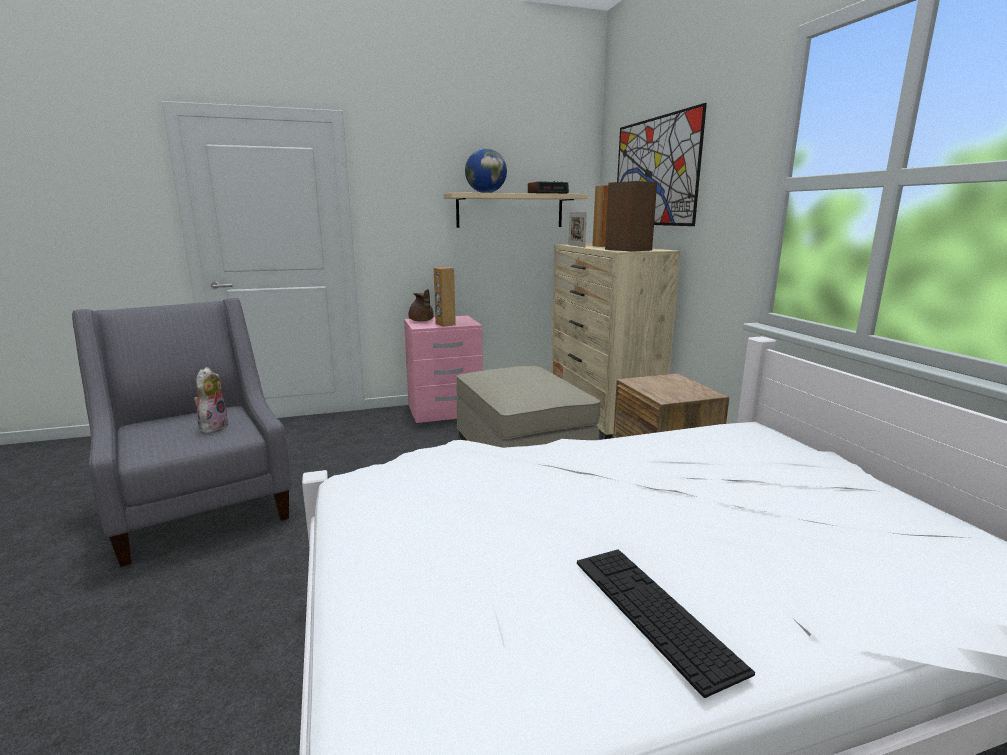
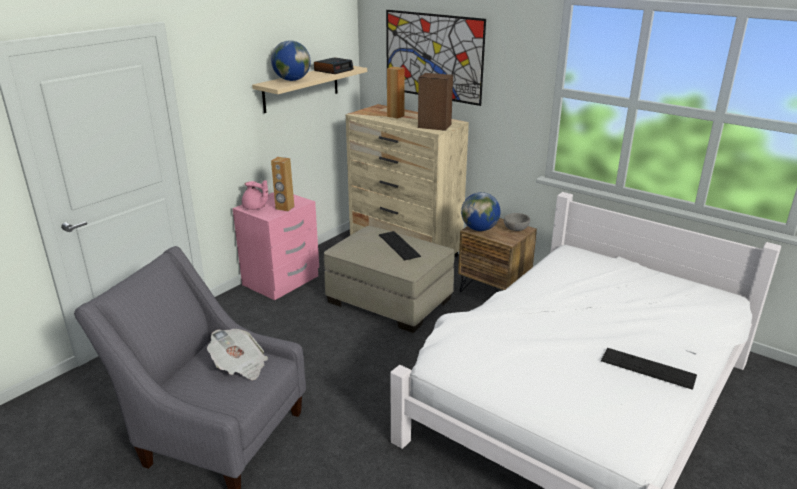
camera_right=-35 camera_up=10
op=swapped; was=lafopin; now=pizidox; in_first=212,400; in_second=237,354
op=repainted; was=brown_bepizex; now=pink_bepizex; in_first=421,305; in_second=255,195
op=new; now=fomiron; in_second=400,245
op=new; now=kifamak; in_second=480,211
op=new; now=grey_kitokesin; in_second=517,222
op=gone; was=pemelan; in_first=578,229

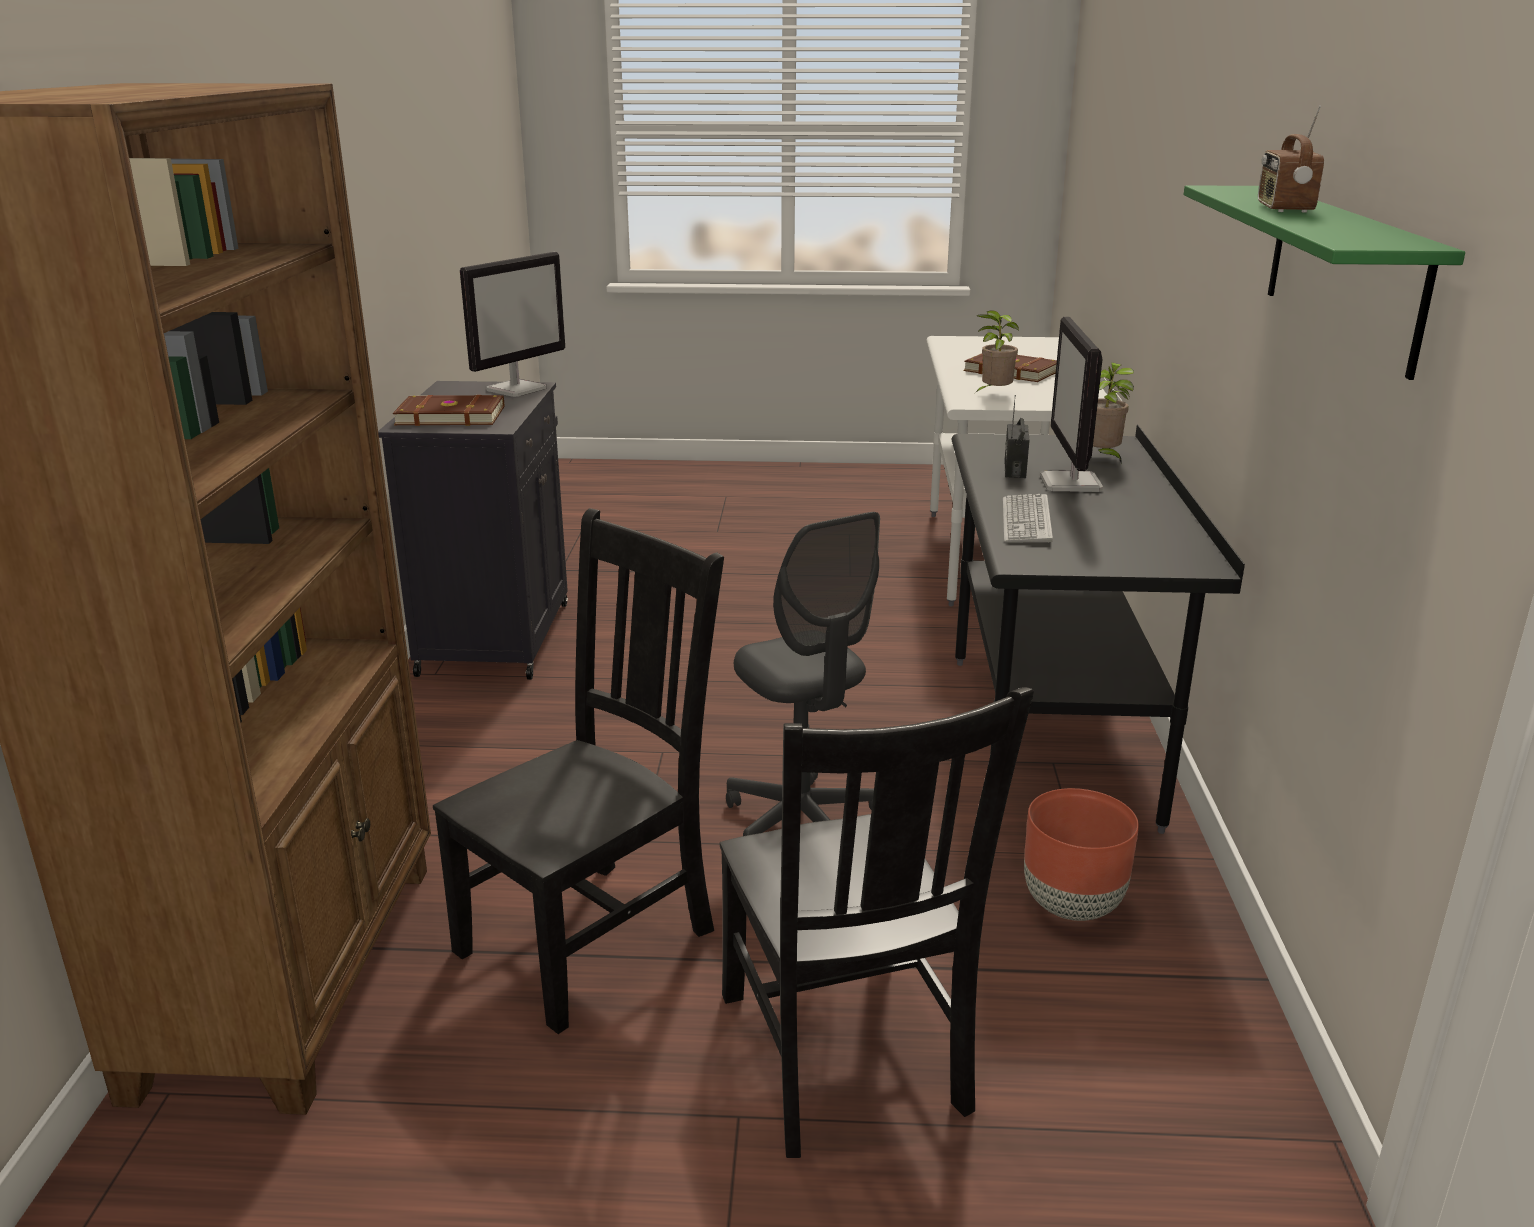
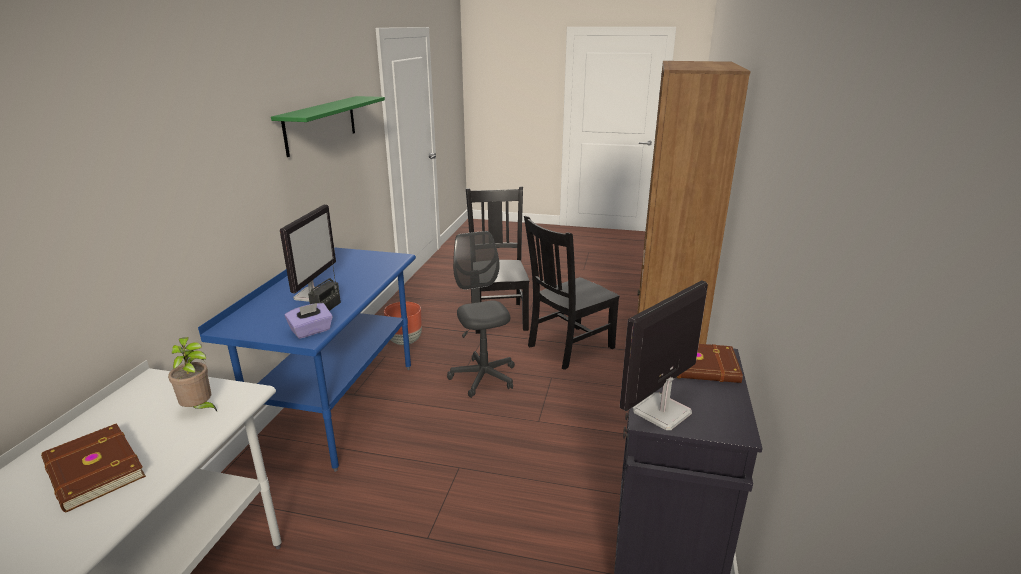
camera_right=-170 camera_up=0
op=repainted; was=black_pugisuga; now=blue_pugisuga; in_first=1098,629; in_second=307,359
op=new; now=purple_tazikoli; in_second=309,321
op=gone; was=fomiron; in_first=1028,518
op=gone; was=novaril; in_first=1113,412
op=gone; was=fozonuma; in_first=1291,159

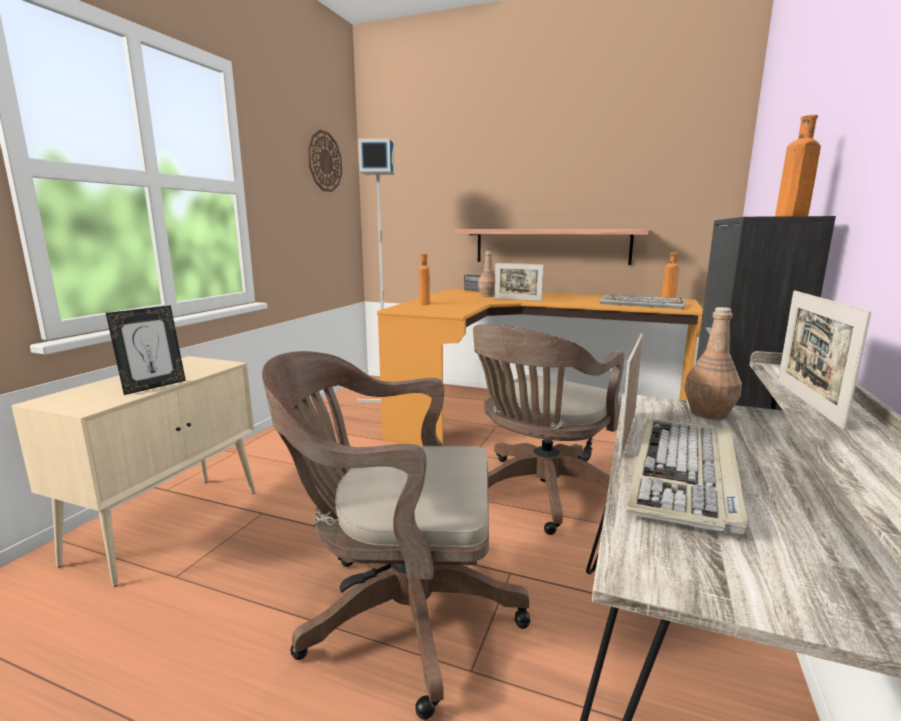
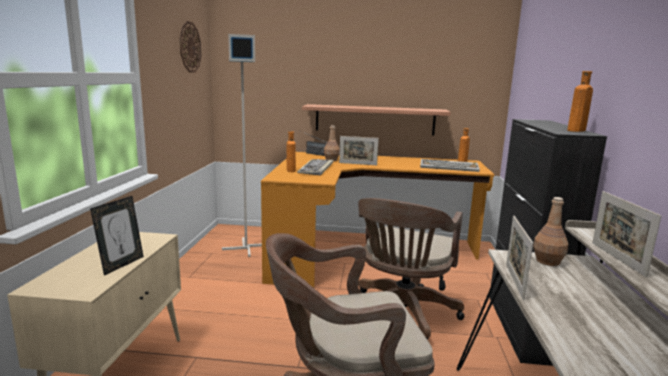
camera_right=-15 camera_up=0
op=shifted; was=fomiron; in_first=687,478; in_second=315,167

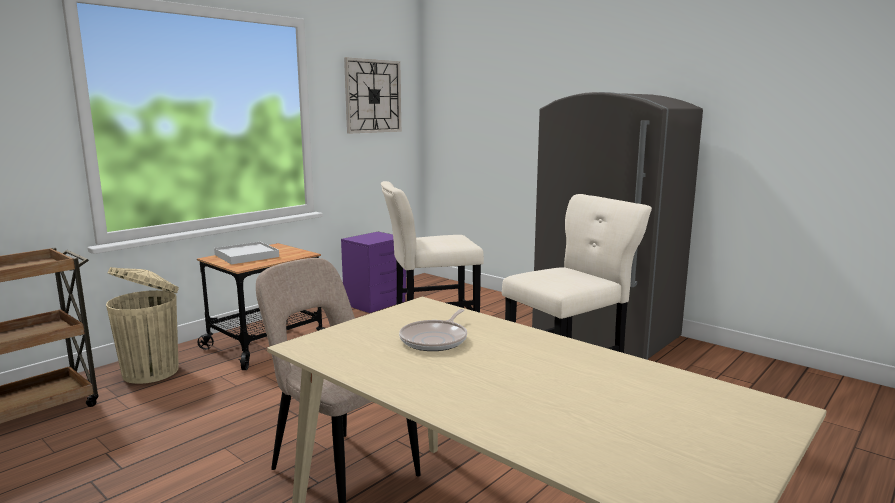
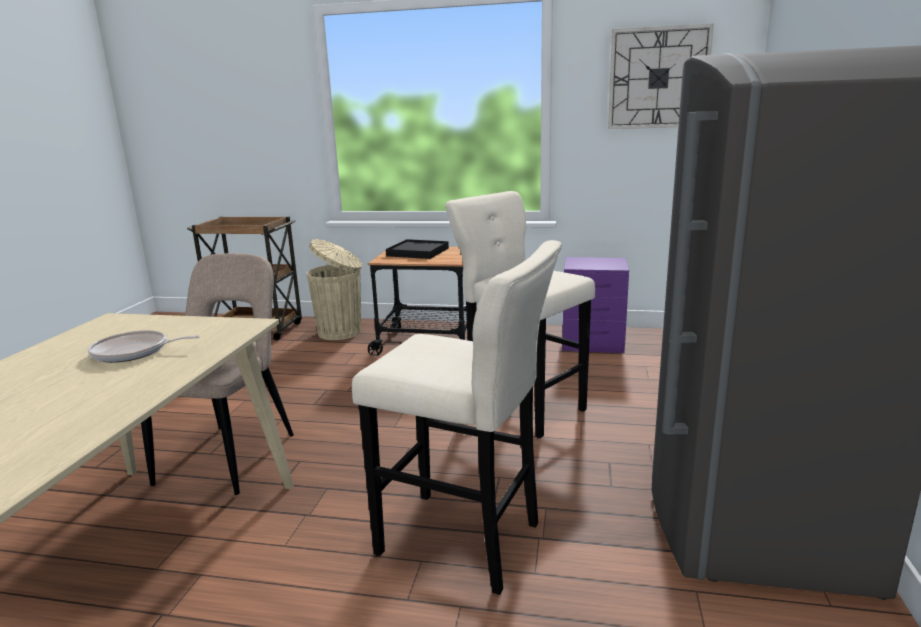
camera_right=60 camera_up=5
op=repainted; was=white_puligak; now=black_puligak; in_first=246,253; in_second=417,249

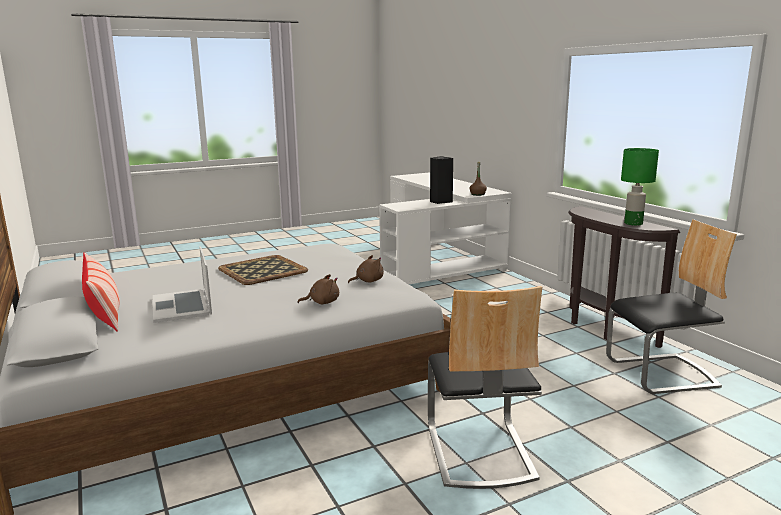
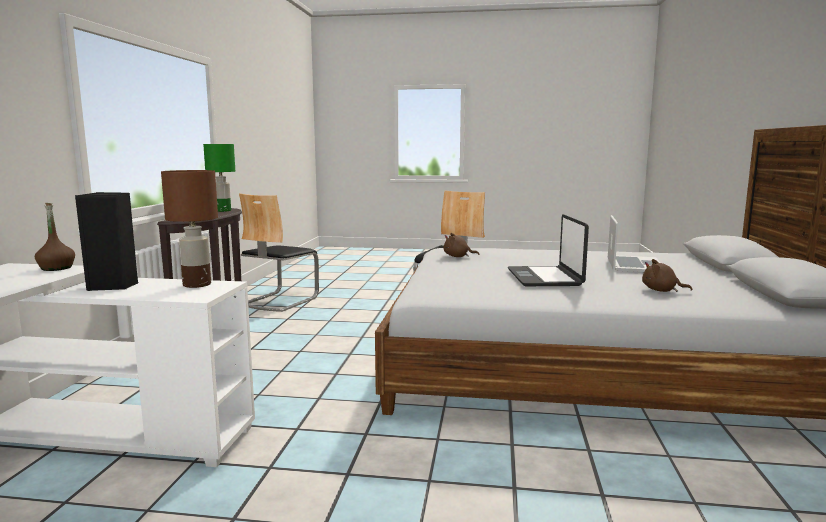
camera_right=-145 camera_up=-5
op=new; now=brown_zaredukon; in_second=189,229
op=rotated; was=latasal; in_first=671,306; in_second=279,252; clockwise=-90
op=swapped; was=puligak; now=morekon; in_first=263,270; in_second=548,250
op=shifted; was=brown_lafopin; in_first=318,289; in_second=667,275
op=gone; was=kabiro; in_first=101,292

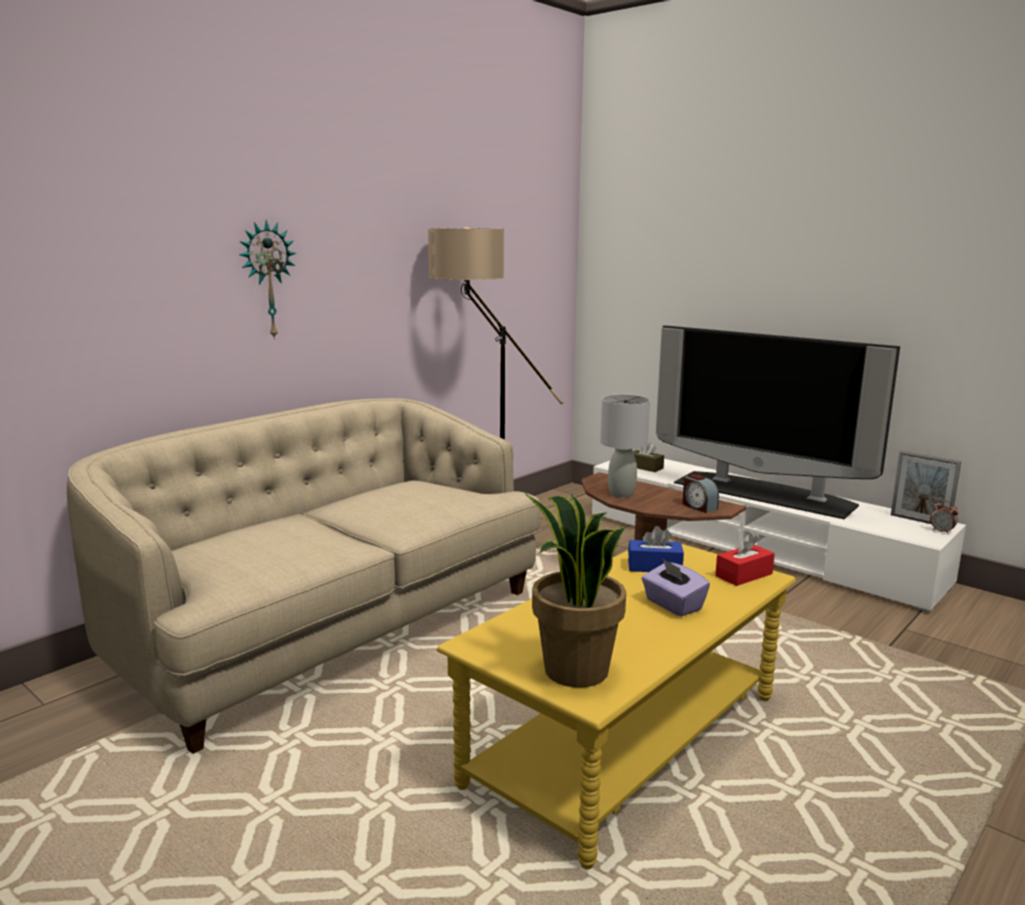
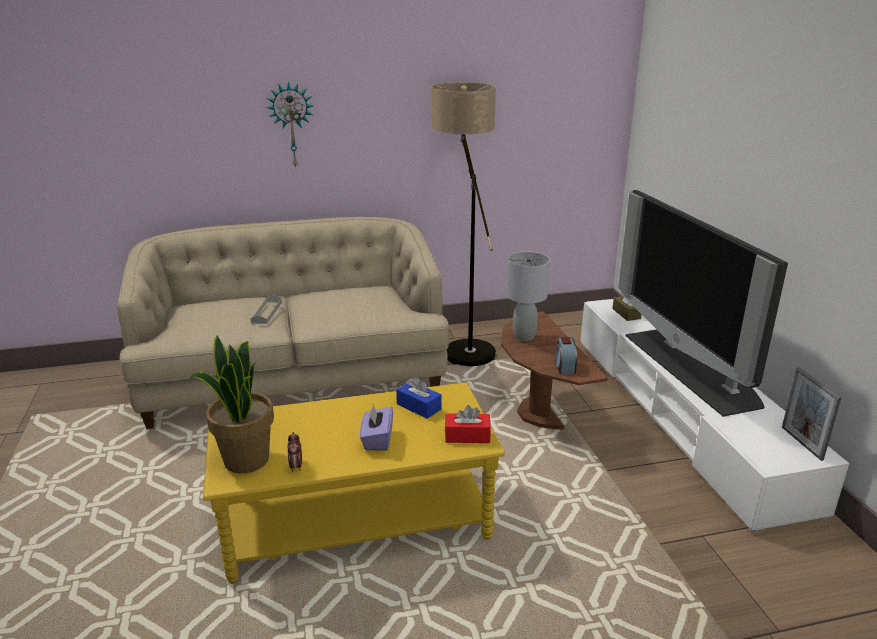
camera_right=35 camera_up=10
op=new; now=grey_puligak; in_second=266,309
op=shifted; was=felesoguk; in_first=944,517; in_second=295,452

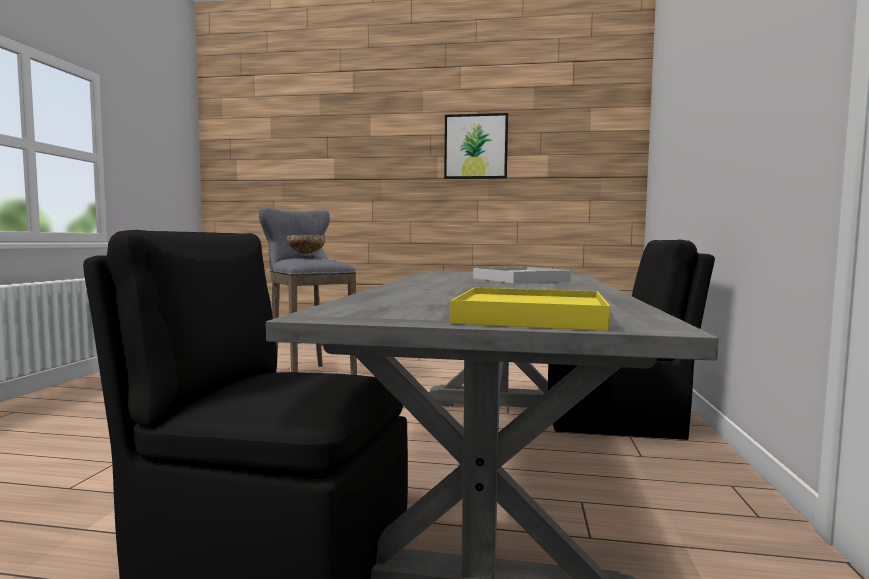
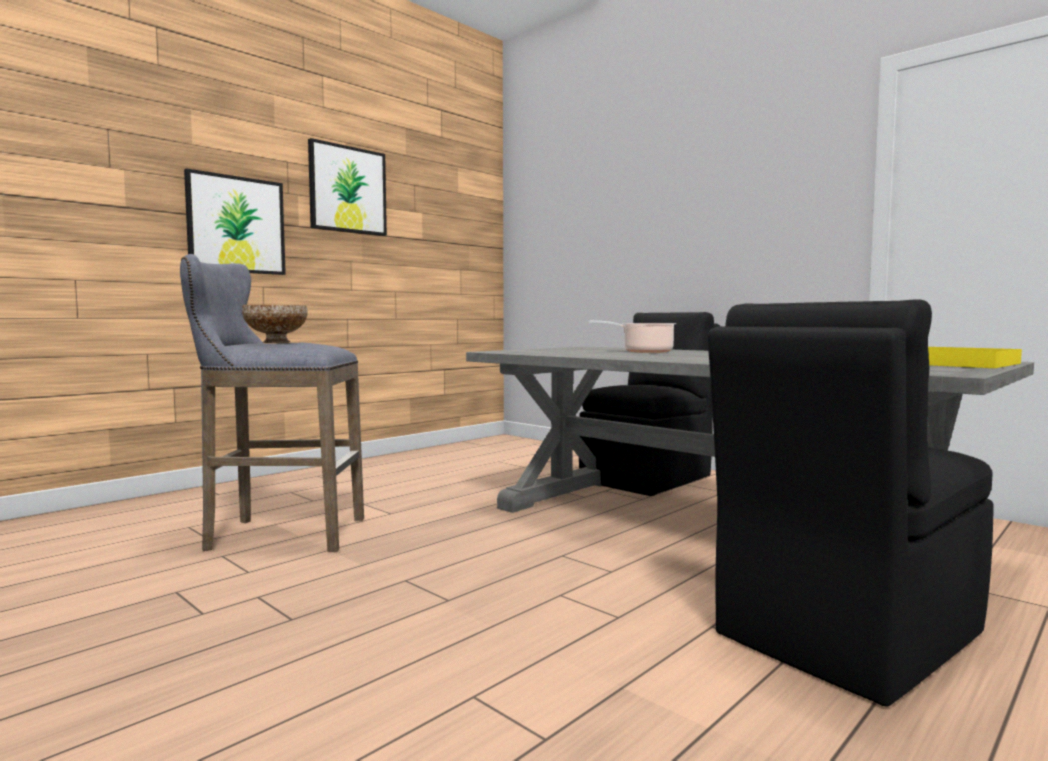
camera_right=-55 camera_up=0
op=new; now=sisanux; in_second=235,221
op=swapped; was=white_puligak; now=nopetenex; in_first=522,275; in_second=632,337

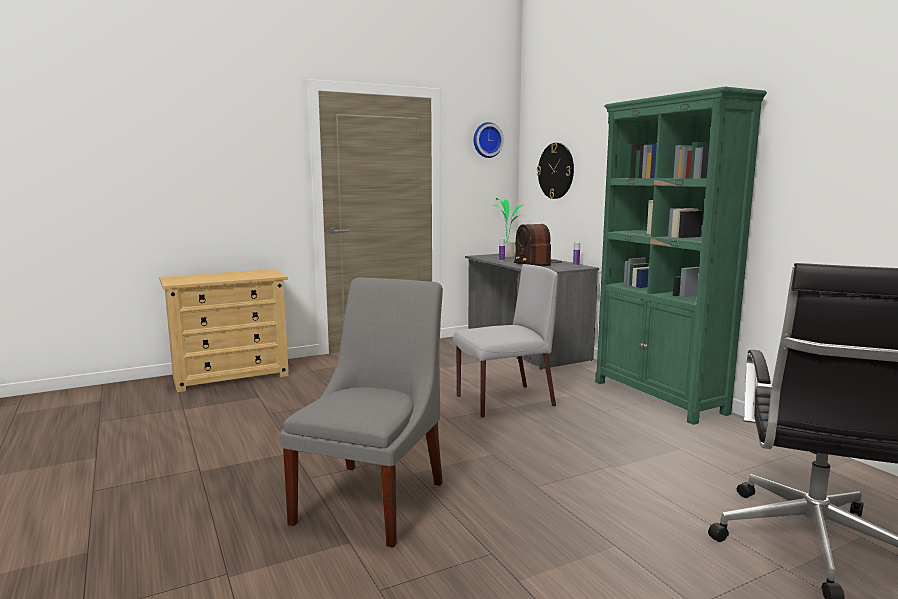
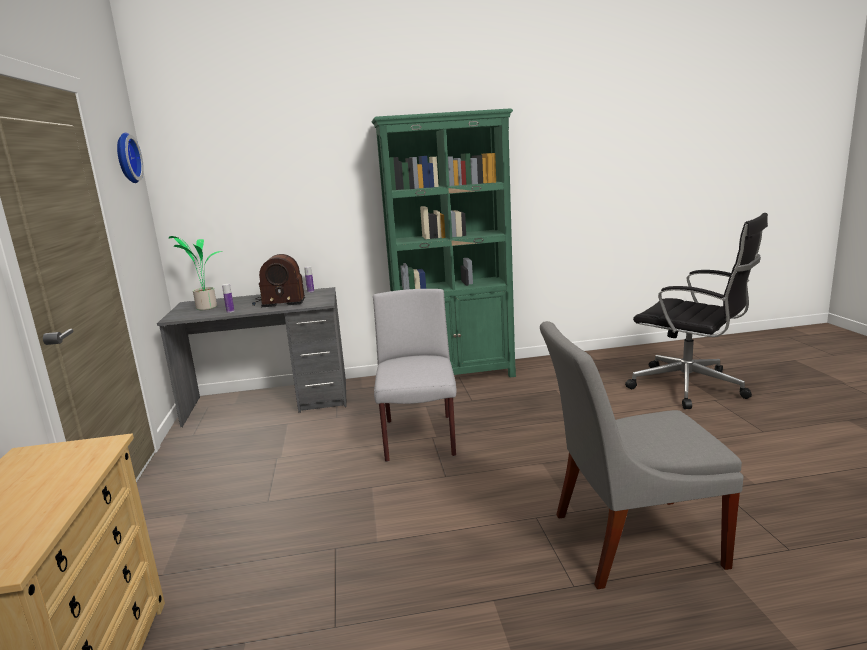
camera_right=-70 camera_up=5
op=rotated; was=grey_latasal; in_first=361,412; in_second=641,455; clockwise=-45
op=gone; was=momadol; in_first=555,171

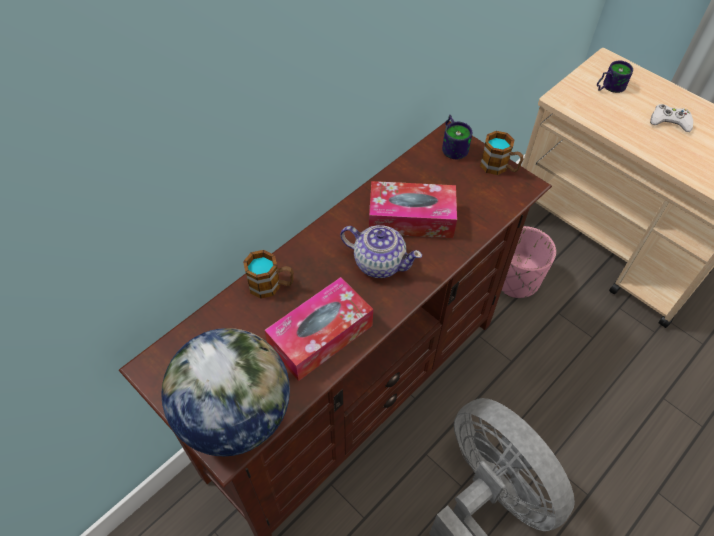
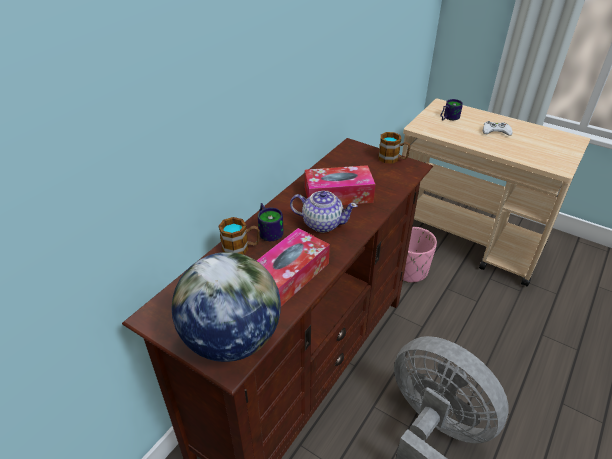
camera_right=-10 camera_up=-15
op=shifted; was=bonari; in_first=457,137; in_second=271,222

